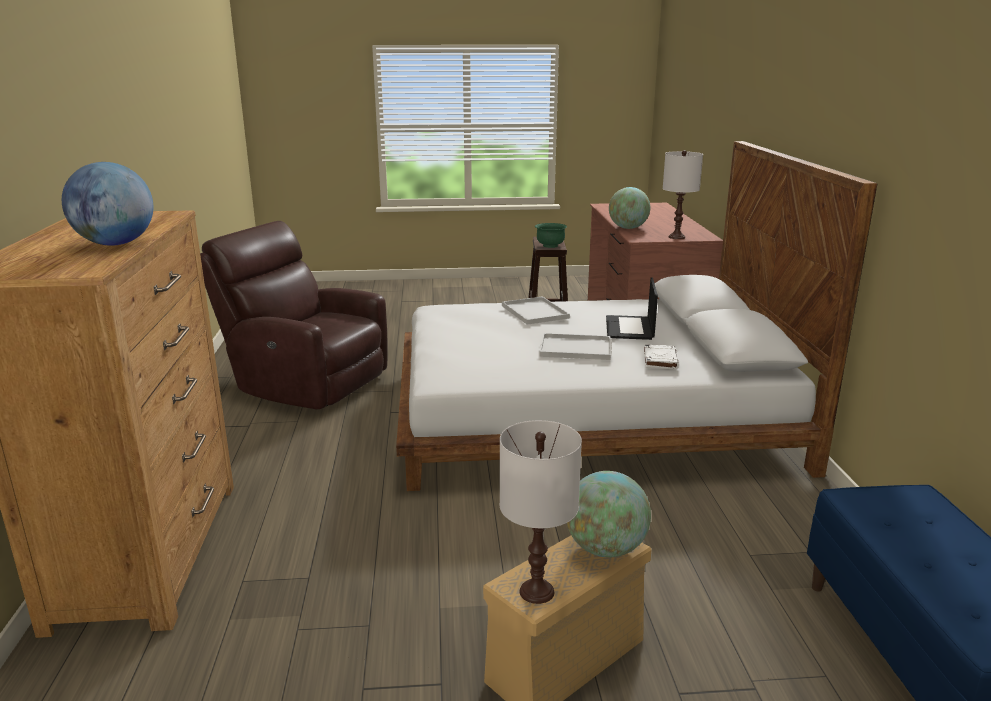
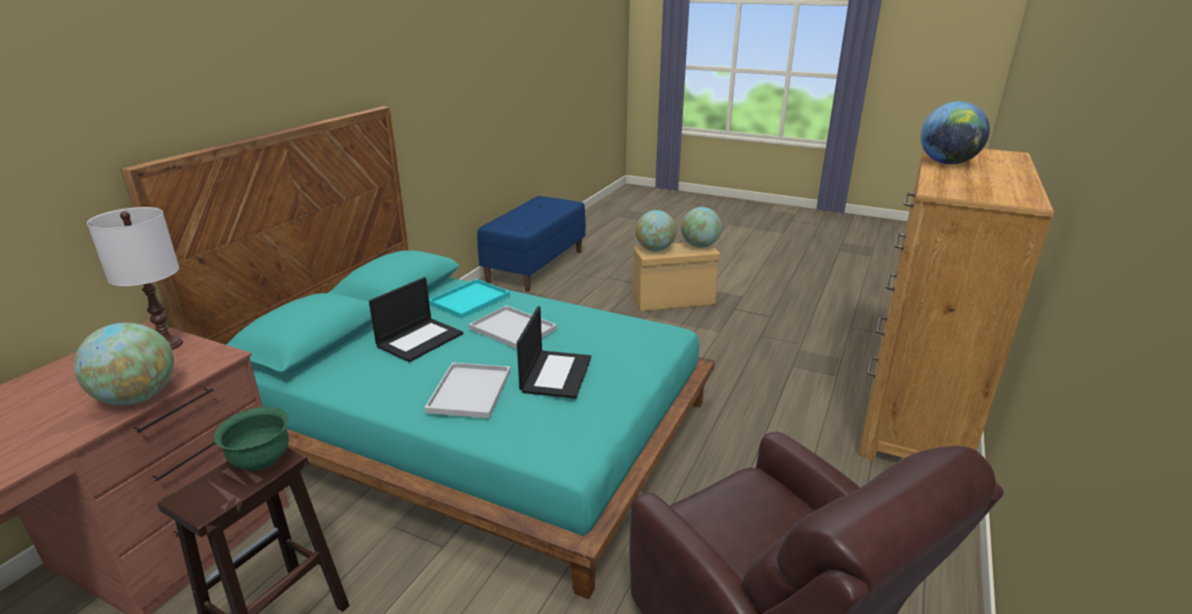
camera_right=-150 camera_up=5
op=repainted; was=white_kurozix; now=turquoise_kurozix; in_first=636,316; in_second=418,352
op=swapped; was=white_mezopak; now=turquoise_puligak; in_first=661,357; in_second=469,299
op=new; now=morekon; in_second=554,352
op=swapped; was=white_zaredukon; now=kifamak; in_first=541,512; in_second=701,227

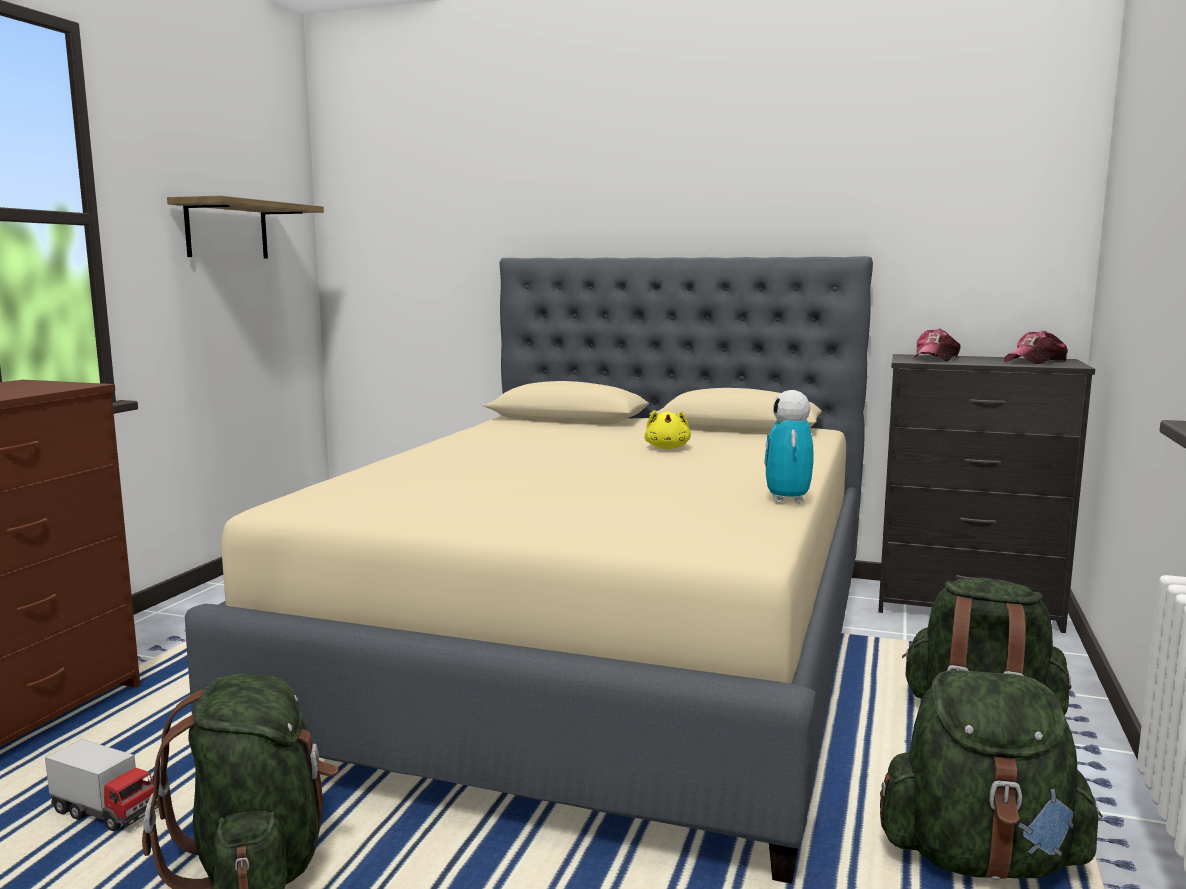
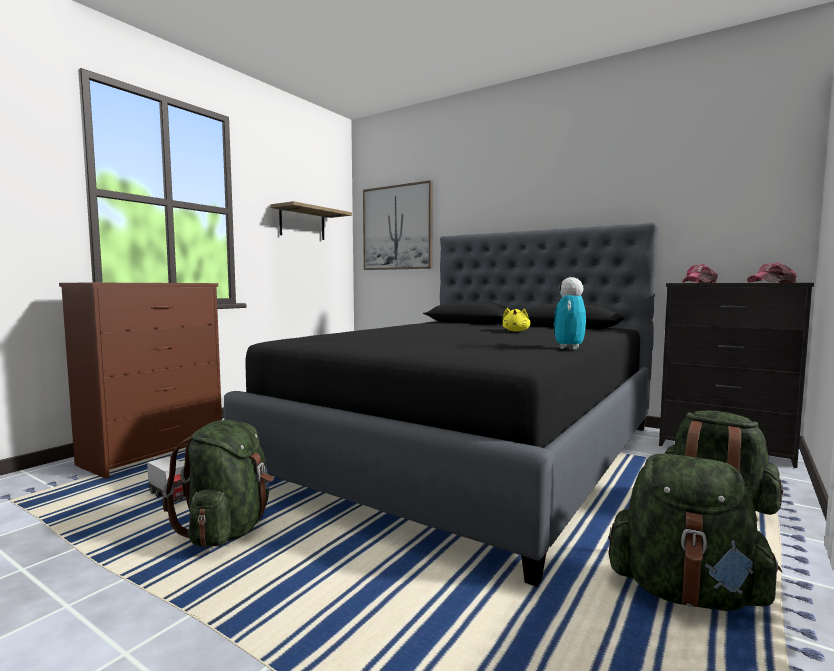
camera_right=15 camera_up=-5
op=repainted; was=beige_kurozix; now=black_kurozix; in_first=529,570; in_second=441,404
op=new; now=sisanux; in_second=398,225

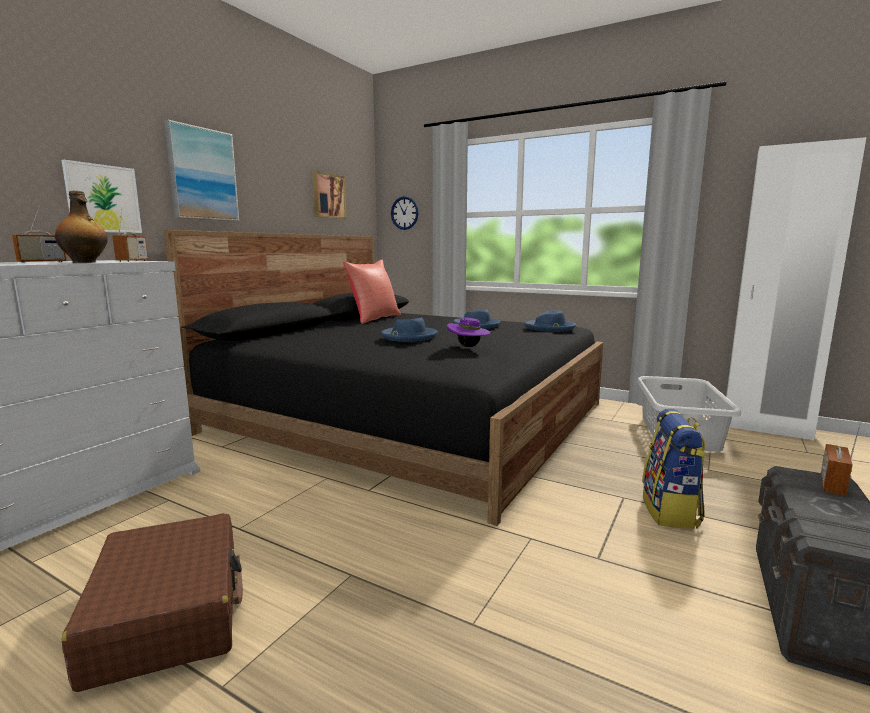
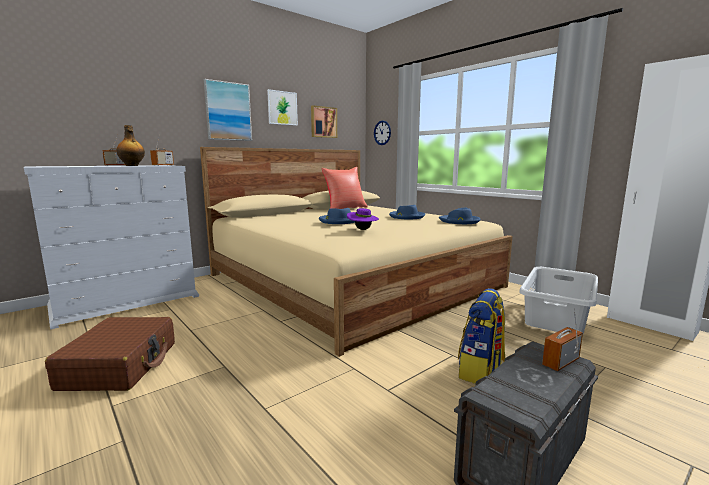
camera_right=20 camera_up=0
op=repainted; was=black_kurozix; now=beige_kurozix; in_first=383,378; in_second=356,252
op=shifted; was=sisanux; in_first=102,196; in_second=282,107

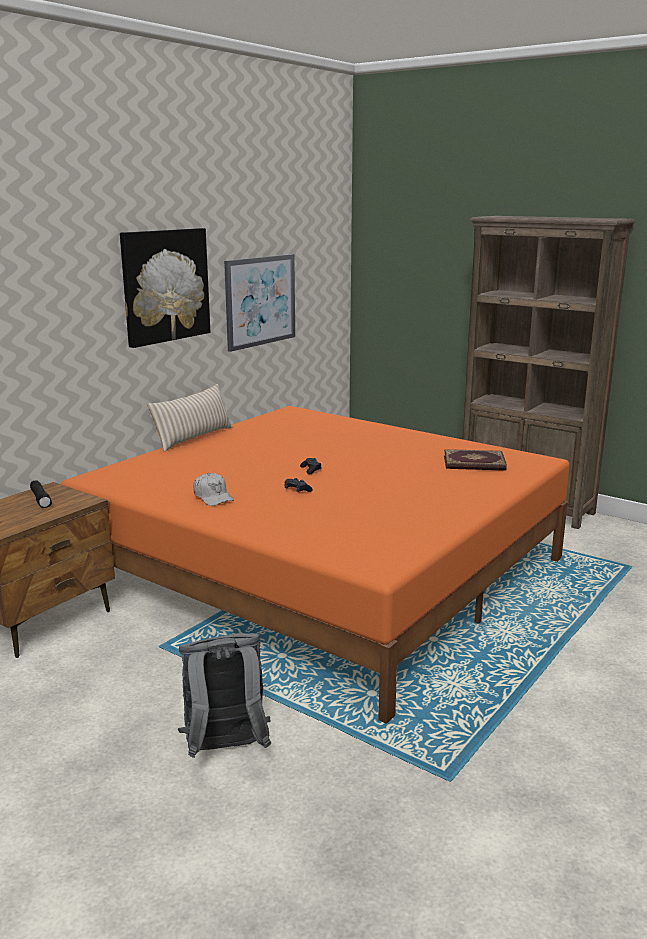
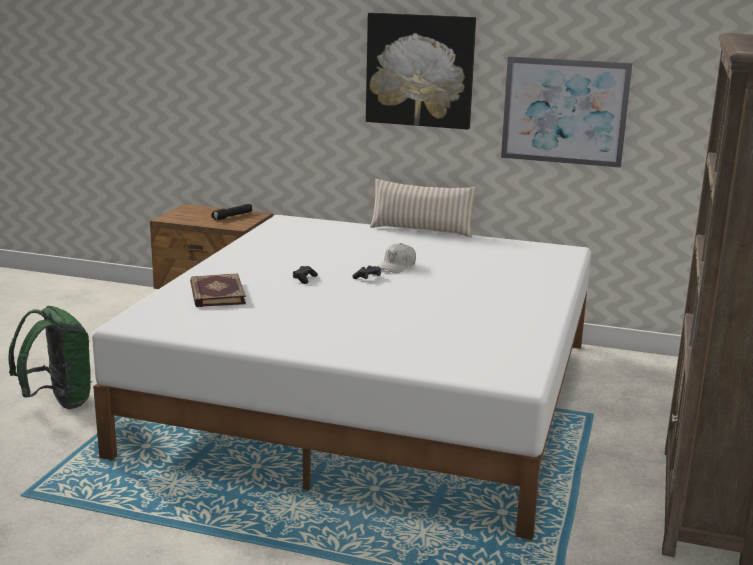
camera_right=70 camera_up=0
op=repainted; was=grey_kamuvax; now=green_kamuvax; in_first=224,695; in_second=49,357
op=repainted; was=orange_kurozix; now=white_kurozix; in_first=315,565; in_second=341,377
op=shifted; was=mezopak; in_first=475,460; in_second=218,290
op=shifted; was=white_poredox; in_first=213,489; in_second=397,258

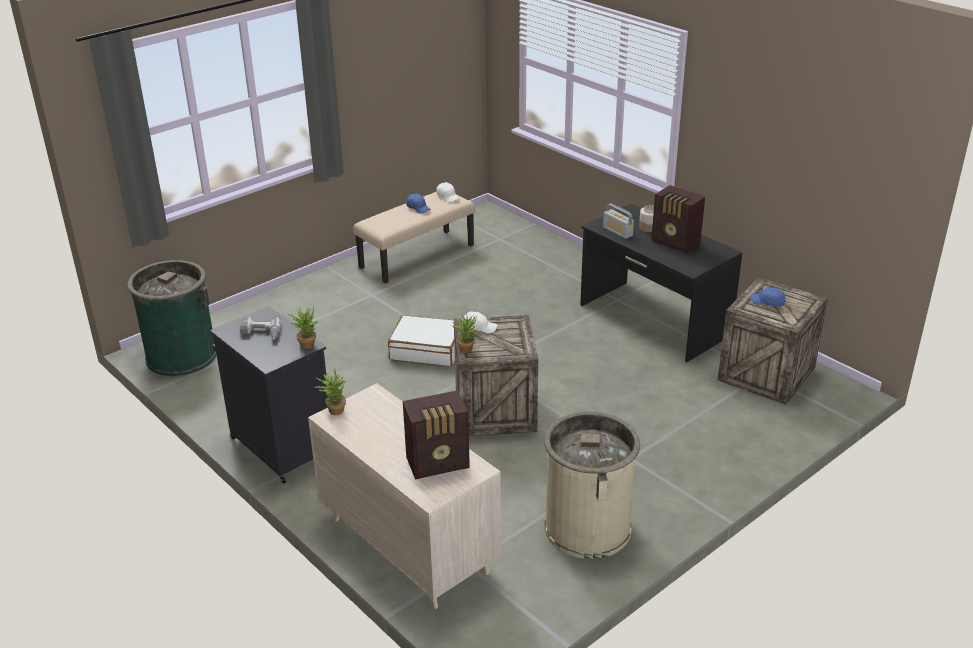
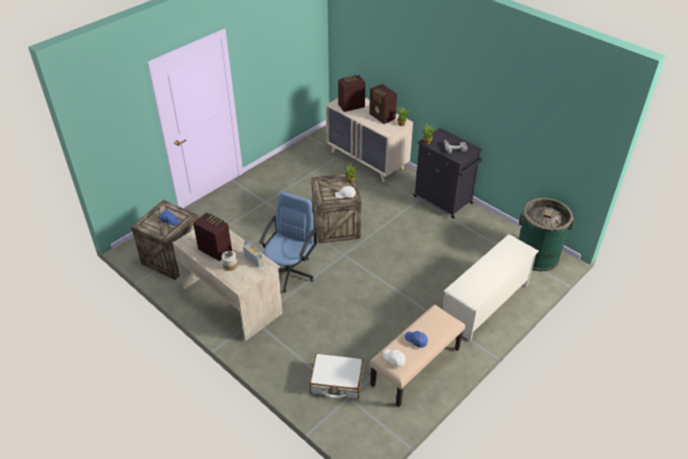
camera_right=175 camera_up=10
op=repainted; was=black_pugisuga; now=beige_pugisuga; in_first=661,283; in_second=228,285
op=new; now=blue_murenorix; in_second=288,242
op=shifted; was=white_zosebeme; in_first=421,340; in_second=336,376
op=new; now=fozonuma; in_second=383,104
op=new; now=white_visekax; in_second=490,287
op=gone; was=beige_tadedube; in_first=592,485

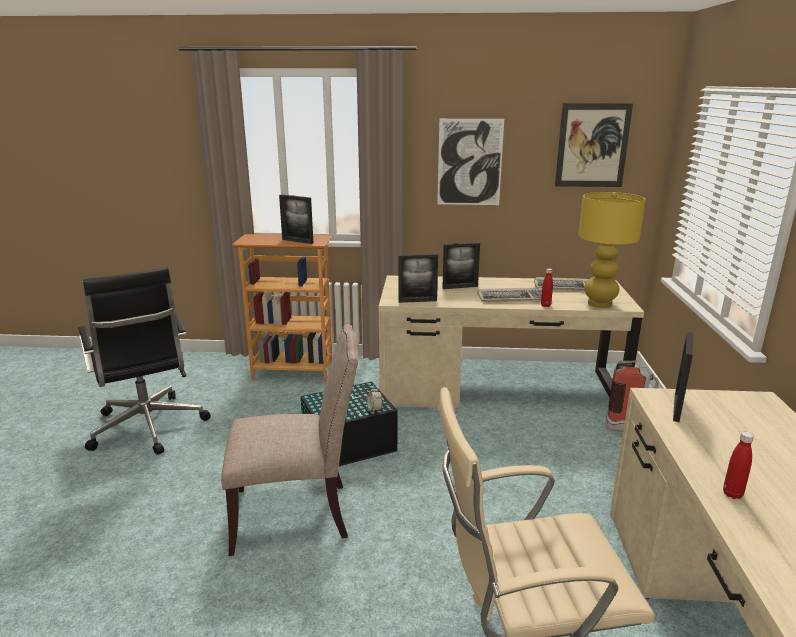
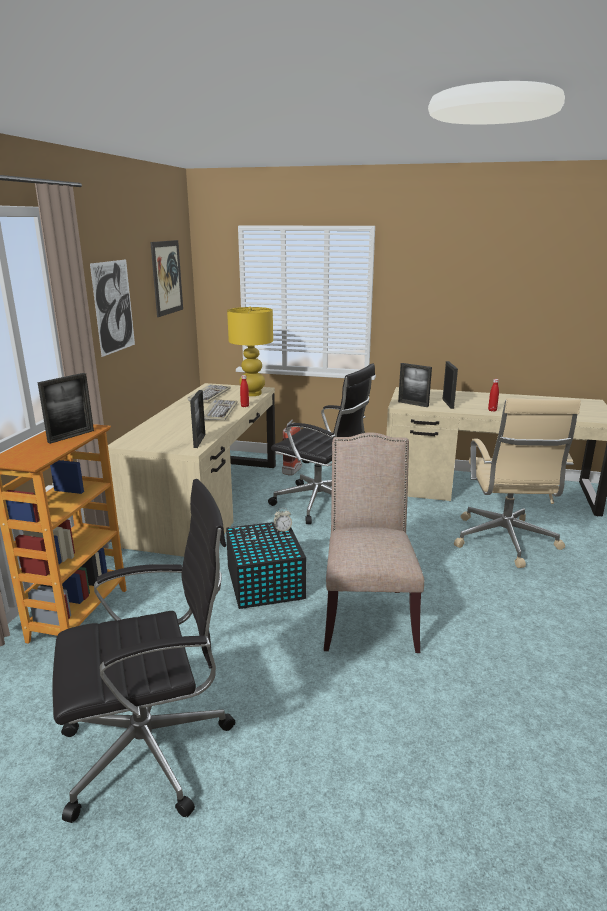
camera_right=-80 camera_up=0
op=new; now=black_murenorix; in_second=321,443
op=shifted; was=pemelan; in_first=461,265; in_second=450,385

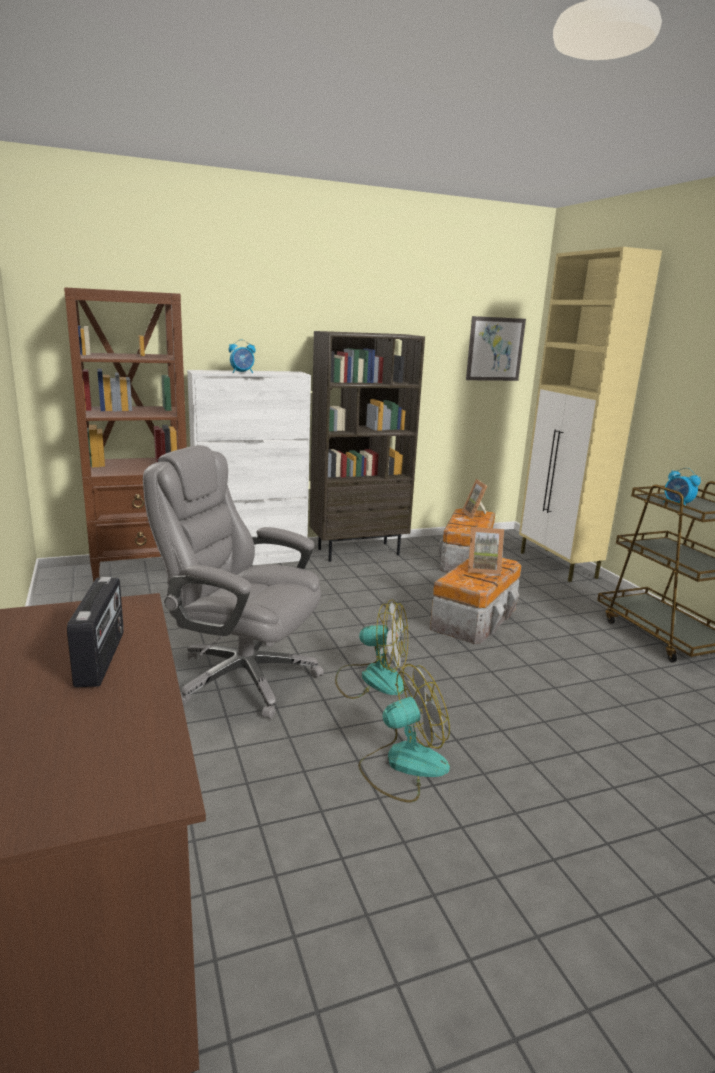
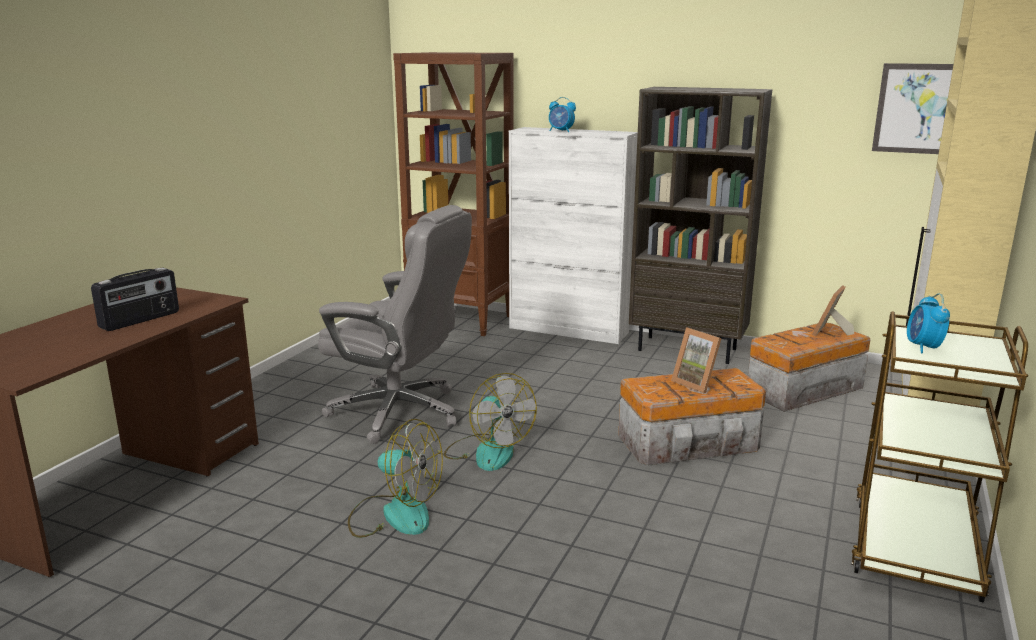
camera_right=45 camera_up=0
op=rotated; was=grey_murenorix; in_first=233,582; in_second=395,324; clockwise=135

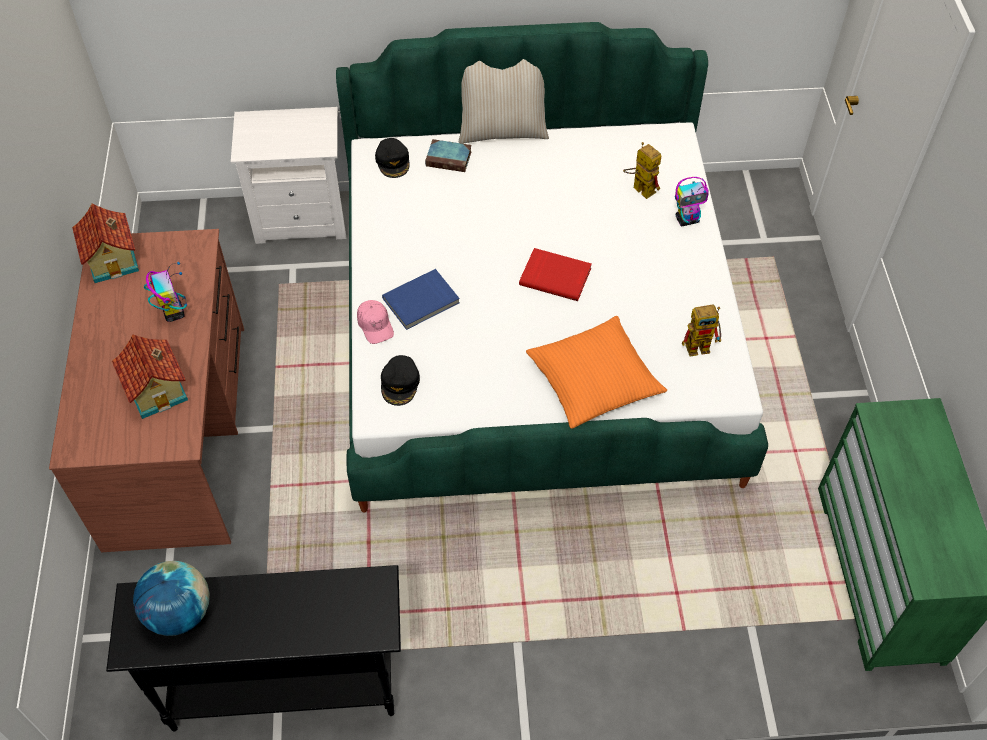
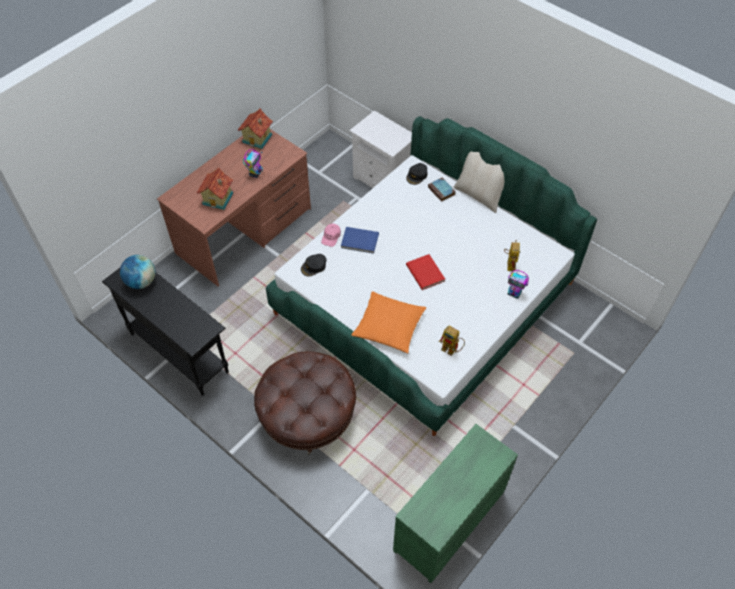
camera_right=45 camera_up=0
op=new; now=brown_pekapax; in_second=305,403

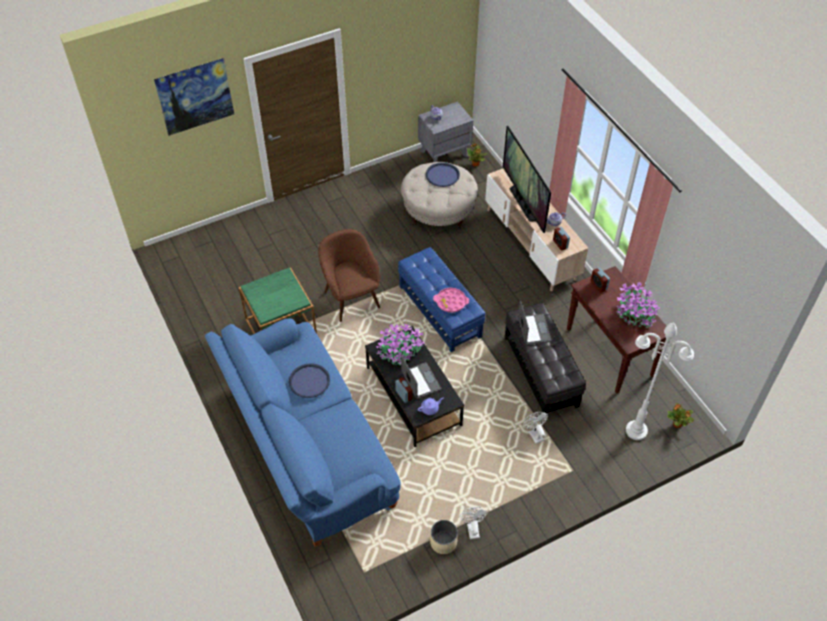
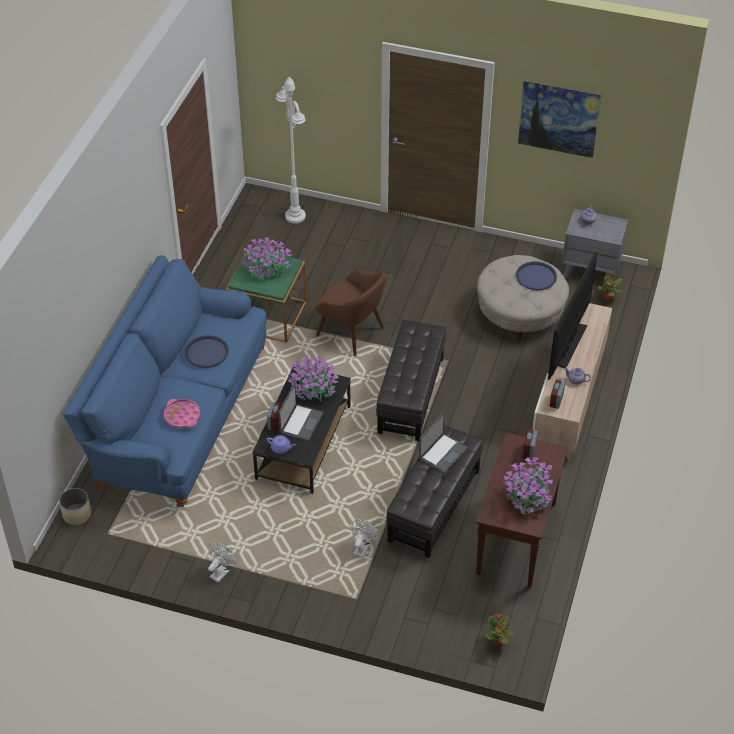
camera_right=45 camera_up=-5
op=shifted; was=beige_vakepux; in_first=444,537; in_second=75,506
op=shifted; was=pink_puligak; in_first=451,300; in_second=182,413
op=new; now=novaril; in_second=266,258
op=shifted; was=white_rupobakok; in_first=660,381; in_second=291,150
op=rotated; was=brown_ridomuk; in_first=349,275; in_second=351,312; clockwise=105
op=repainted; was=blue_pekapax; now=black_pekapax; in_first=441,299; in_second=411,380
op=shifted; was=sisanux; in_first=194,97; in_second=560,119

